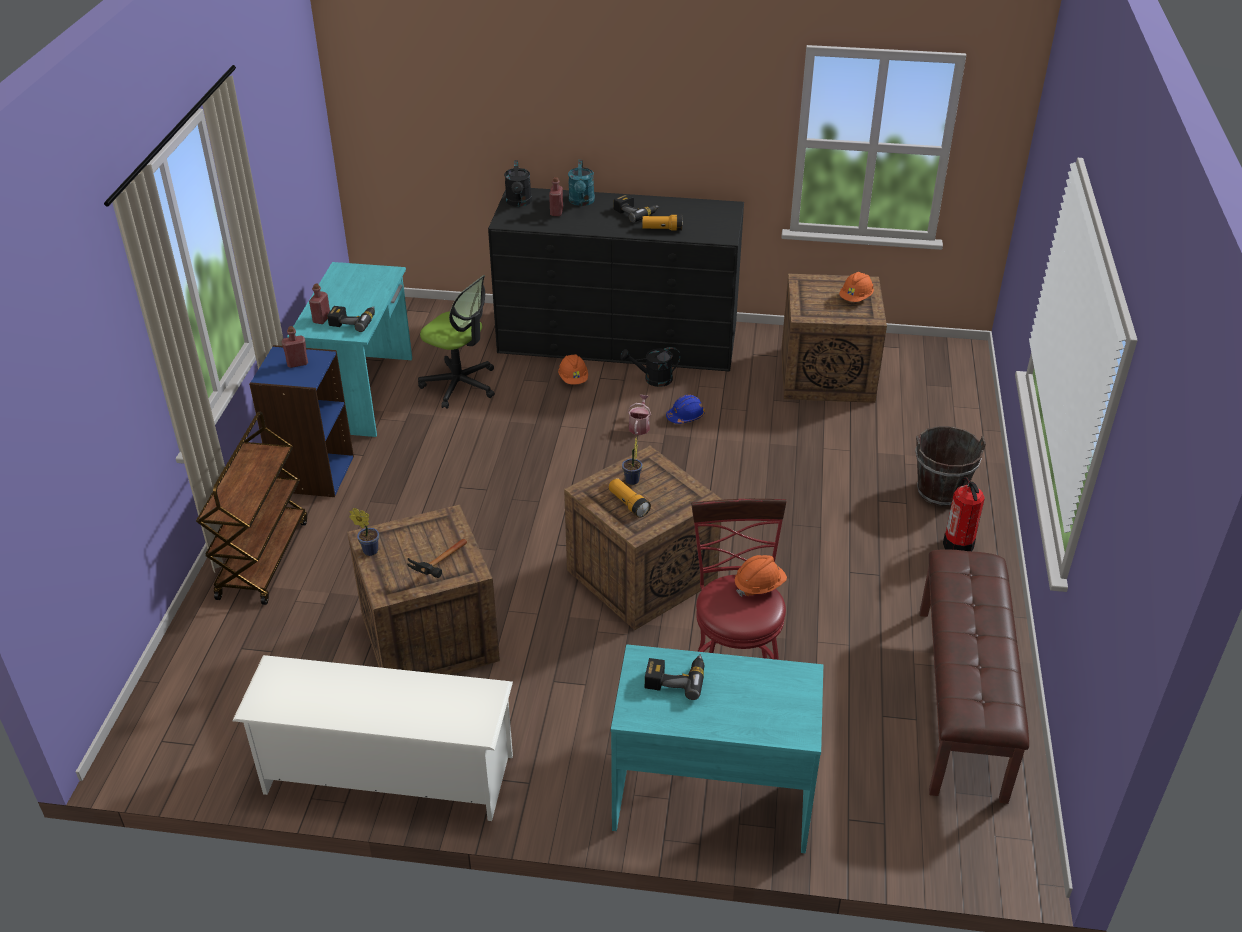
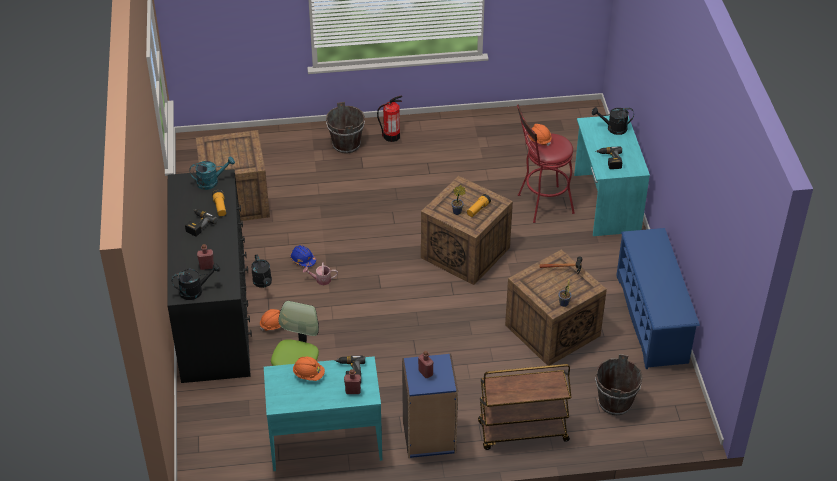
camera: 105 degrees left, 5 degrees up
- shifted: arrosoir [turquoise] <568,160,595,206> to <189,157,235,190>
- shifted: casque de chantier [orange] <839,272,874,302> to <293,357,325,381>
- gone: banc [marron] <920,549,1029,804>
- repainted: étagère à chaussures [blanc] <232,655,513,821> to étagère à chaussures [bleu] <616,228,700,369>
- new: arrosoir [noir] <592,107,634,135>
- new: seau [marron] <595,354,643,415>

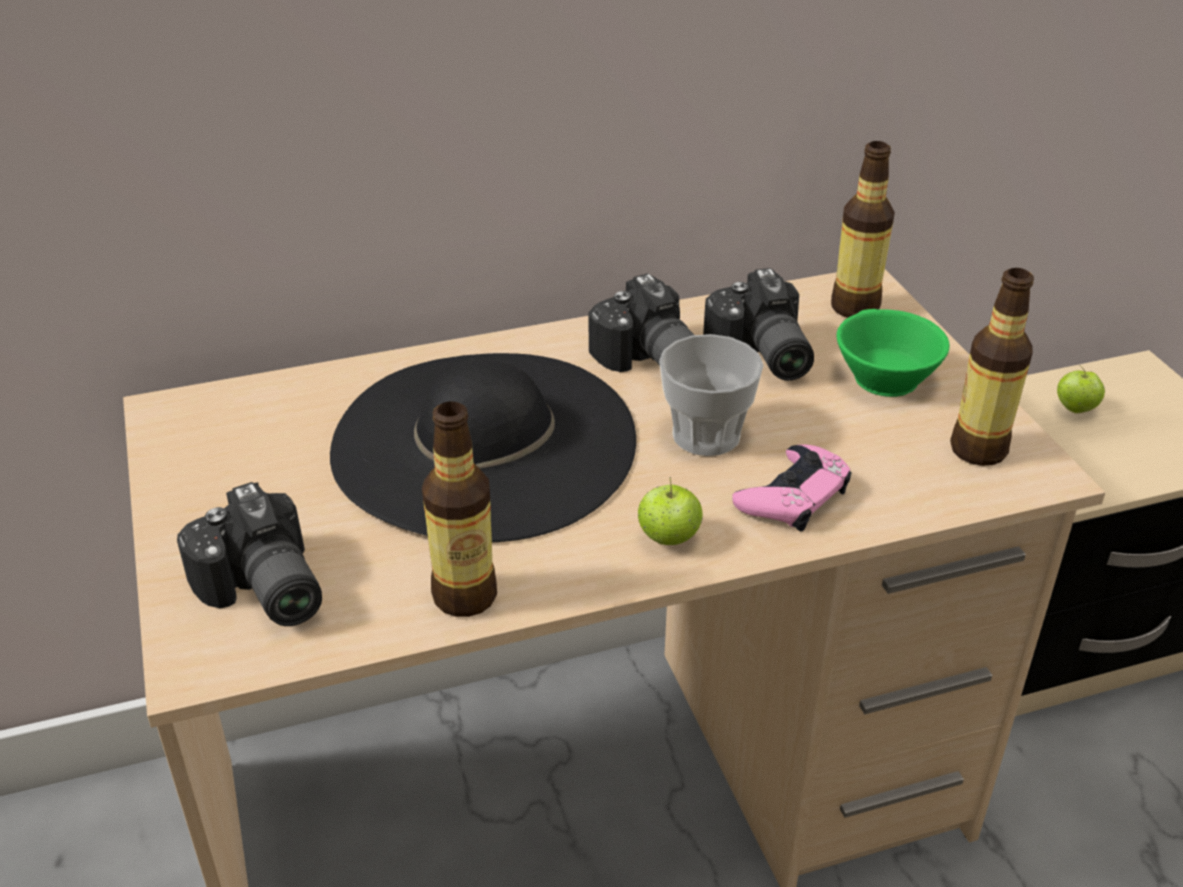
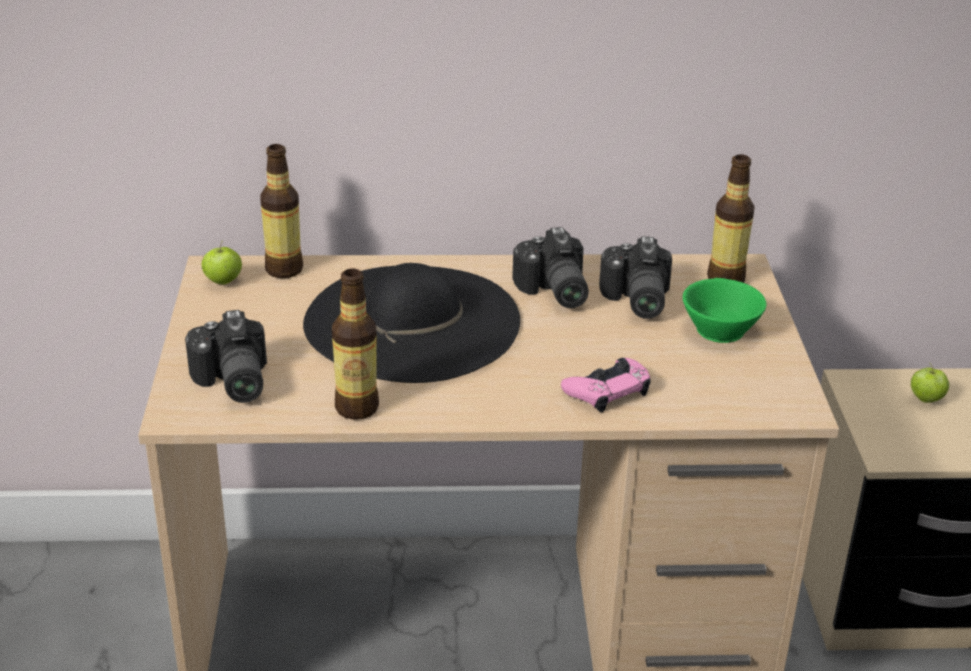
camera: 15 degrees right, 5 degrees down
- shifted: bouteille <950,268,1034,466> to <260,144,303,278>
- gone: tasse <659,334,764,456>
- shifted: pomme <638,477,703,545> to <201,240,242,285>

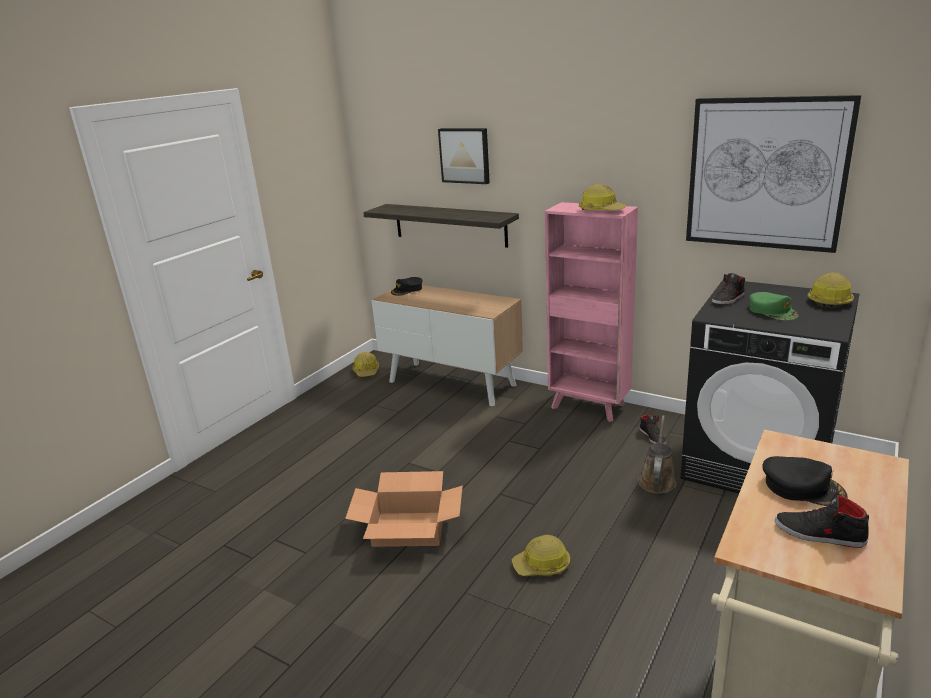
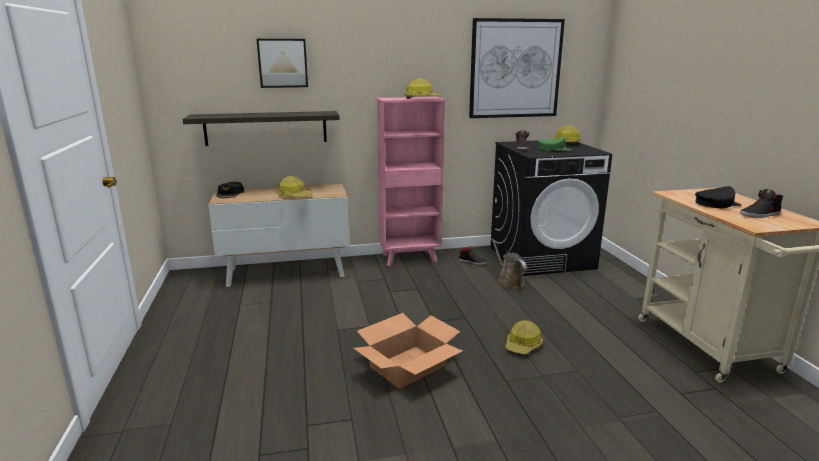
camera: 45 degrees left, 5 degrees down
- shifted: casque de chantier <352,352,379,377> to <277,176,312,197>

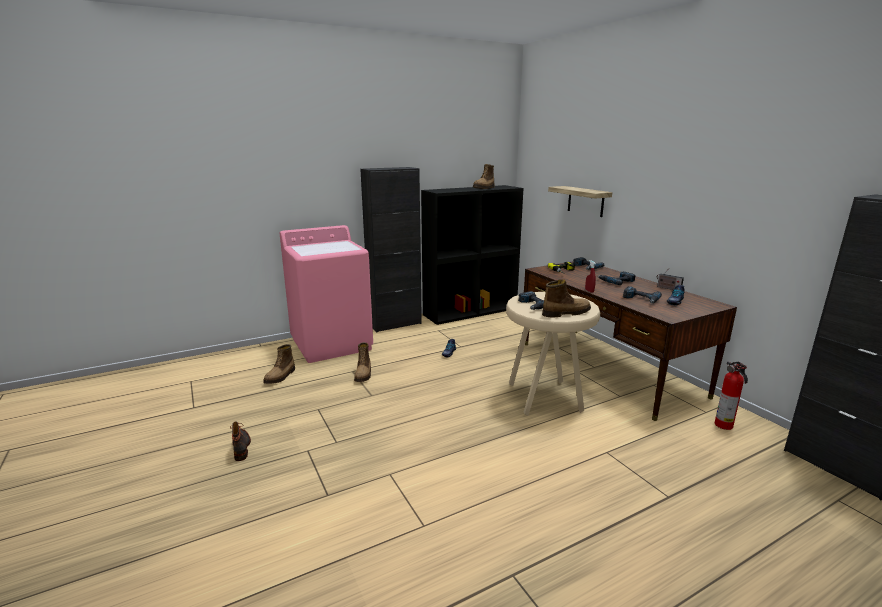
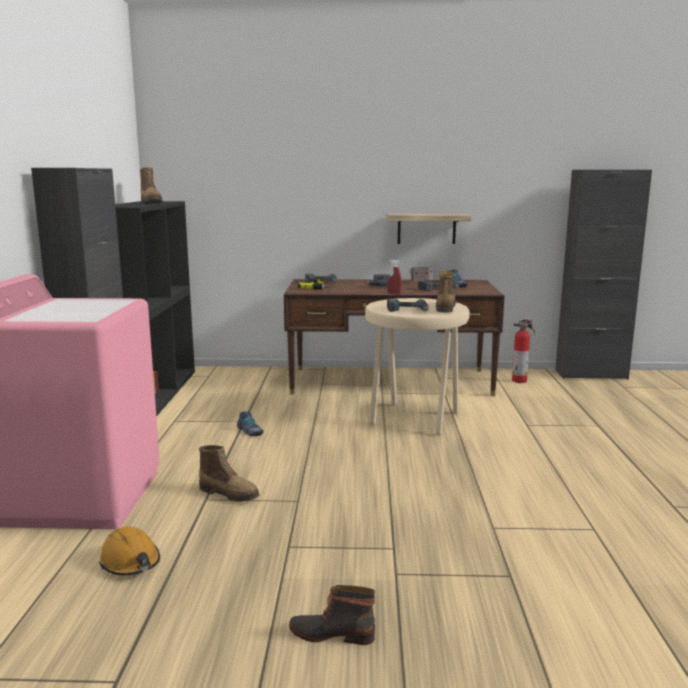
camera: 60 degrees left, 5 degrees down
- shifted: étagère <548,186,612,217> to <387,214,471,244>
- swapped: botte <263,344,295,384> to casque de chantier [orange] <100,527,160,576>

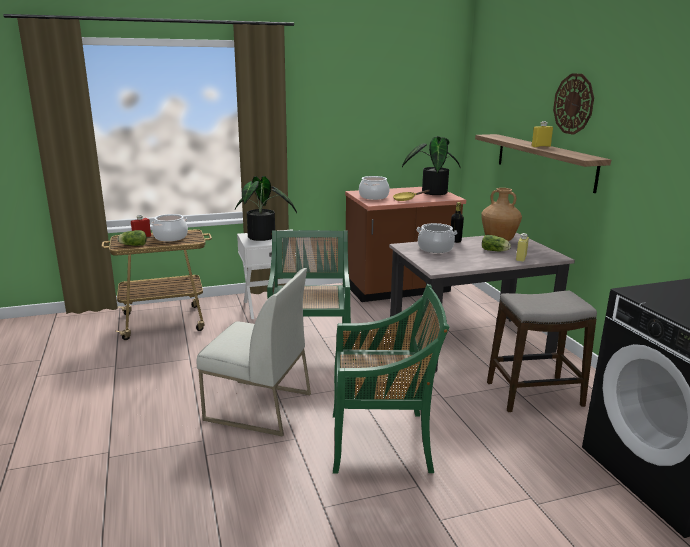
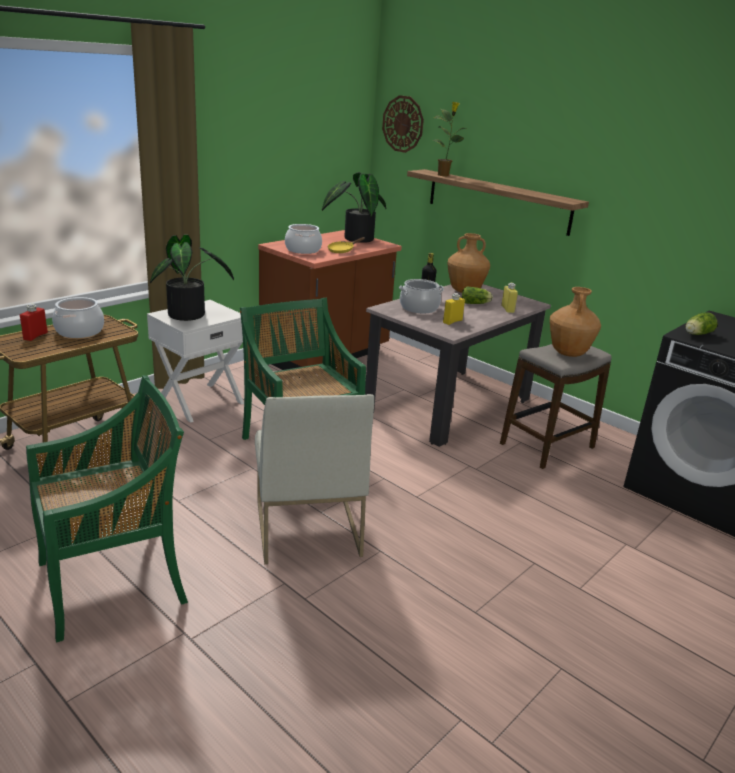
camera: 30 degrees left, 5 degrees up
- shifted: horloge murale <553,73,594,135> to <382,95,424,153>
- shifted: bouteille [jaune] <532,121,553,147> to <443,293,465,325>
- shifted: laitue <117,230,146,246> to <685,312,717,335>
- rotated: chaise [blanc] <197,268,311,437> = <255,394,374,565> 90 degrees clockwise
- shifted: chaise [vert] <333,284,449,474> to <26,375,188,643>
- new: plante en pot <432,102,466,176>
- new: vase [marron] <550,287,601,357>

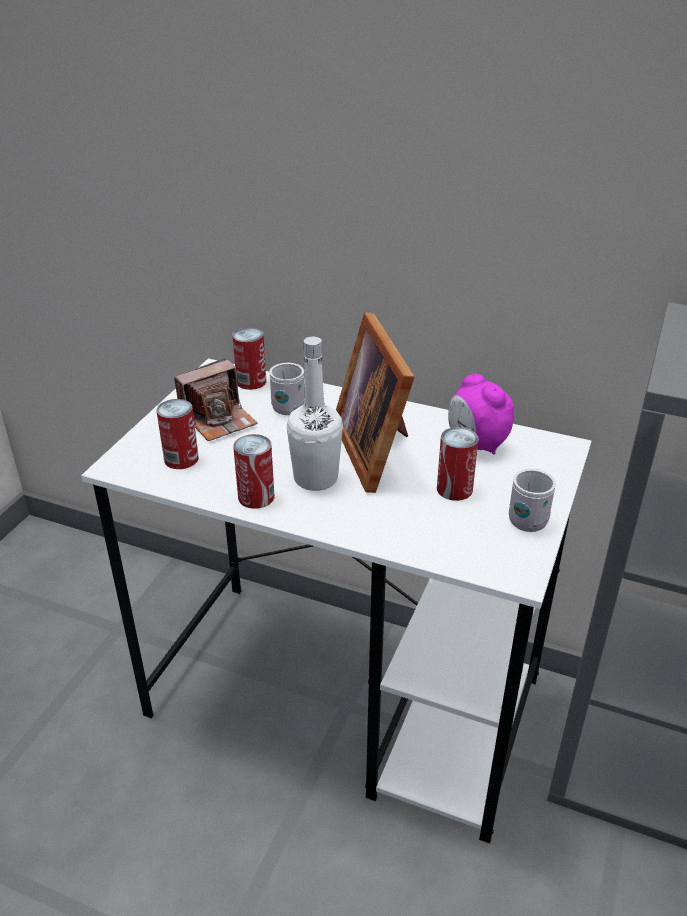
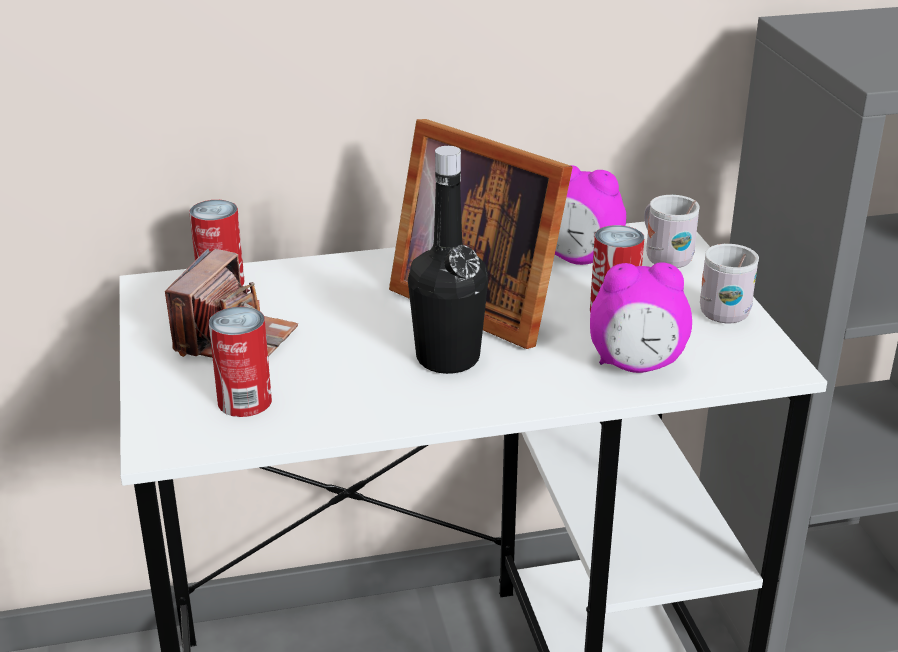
camera: 35 degrees left, 5 degrees down
- repainted: bouteille [blanc] <287,337,343,491> to bouteille [noir] <408,146,488,374>
- shifted: mug [blanc] <269,363,304,415> to <644,195,700,268>
- gone: boîte métallique <233,434,274,509>
- new: réveil <590,262,692,373>

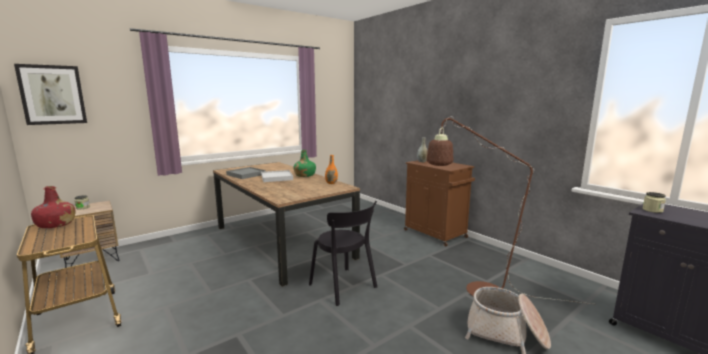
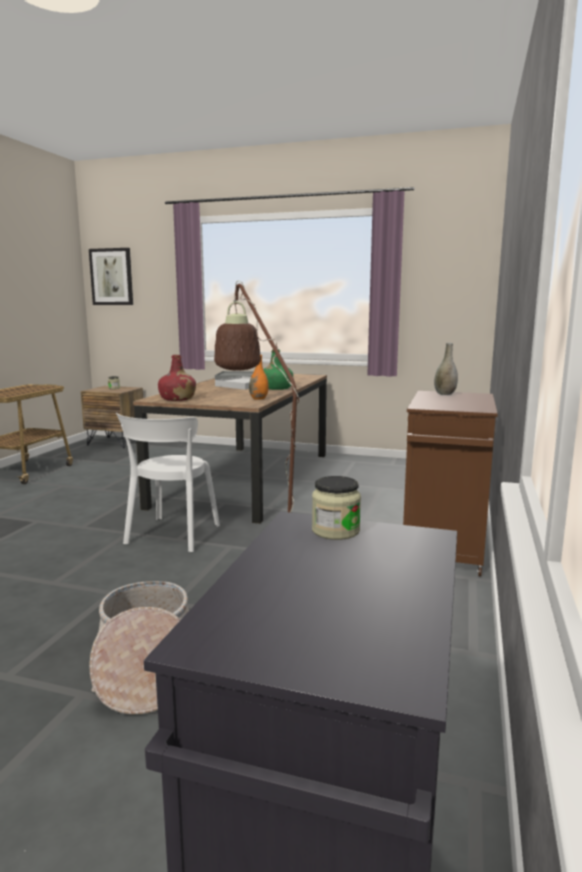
camera: 55 degrees right, 0 degrees up
- shifted: bouteille [rouge] <31,186,75,228> to <158,355,196,401>
- repainted: chaise [noir] <309,201,377,306> to chaise [blanc] <116,413,220,552>

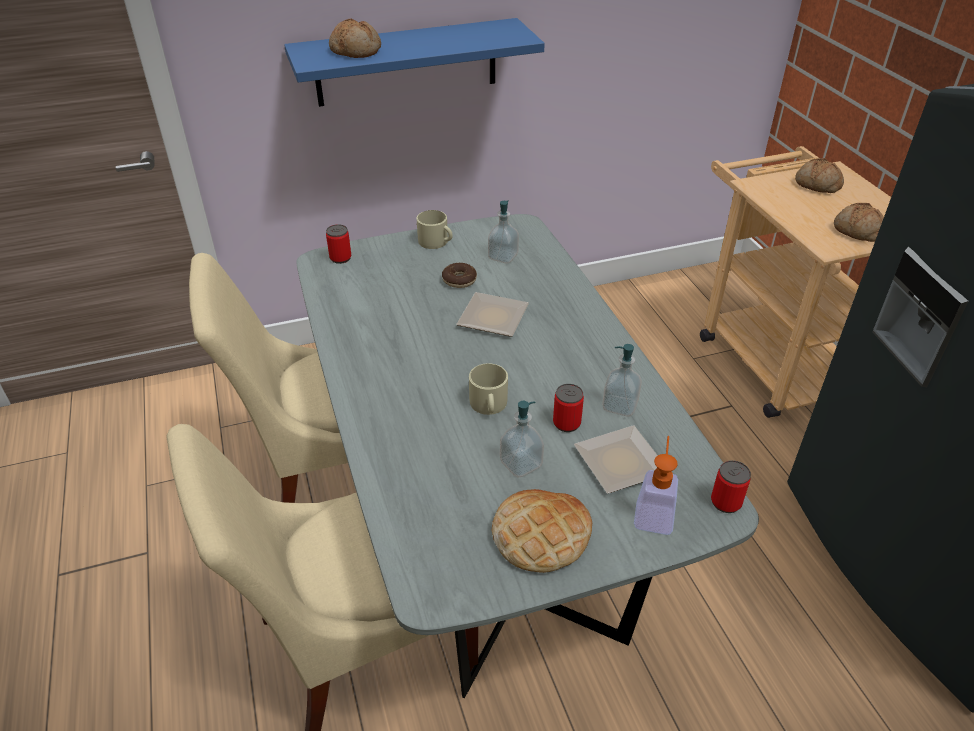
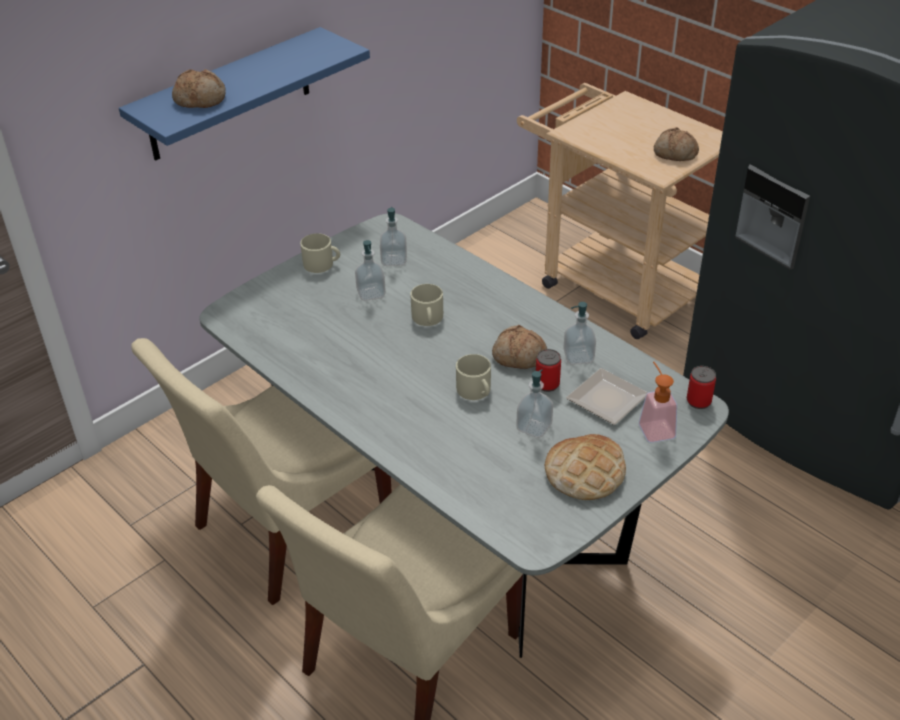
camera: 25 degrees left, 0 degrees up
- shifted: pain <795,158,844,193> to <492,325,547,369>
- gone: boîte métallique <326,224,351,264>
- swapped: beignet <442,263,477,288> to distributeur de savon <355,240,386,301>
- swapped: assiette <457,292,529,337> to mug [beige] <410,284,443,326>

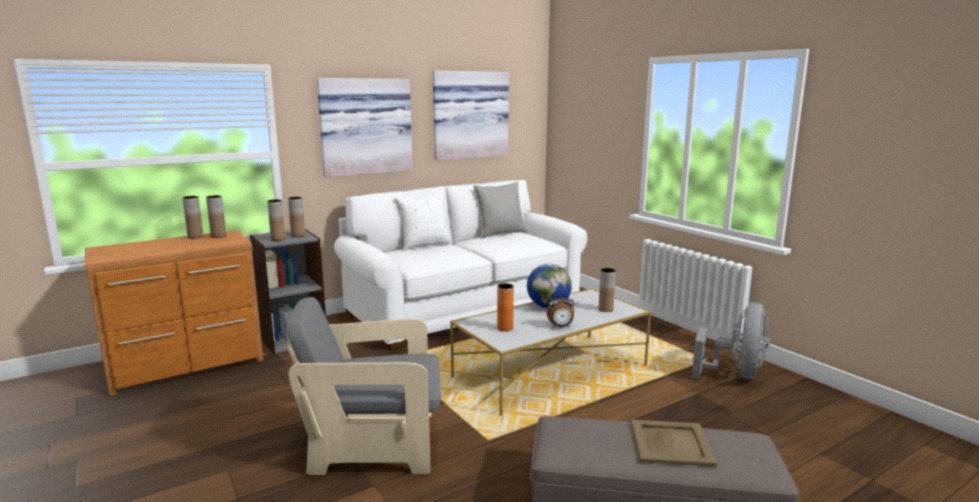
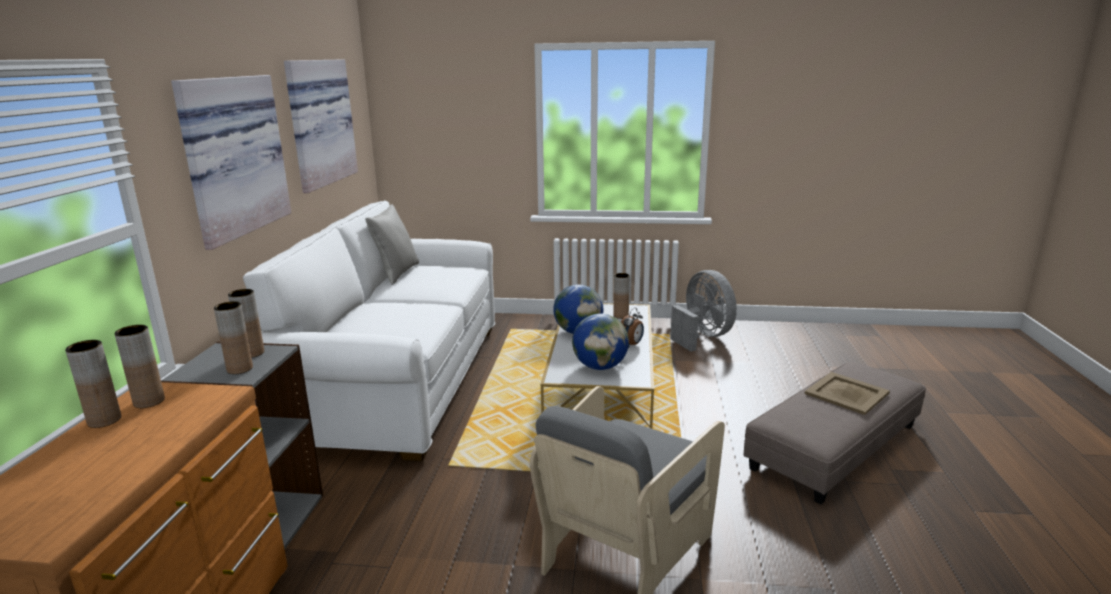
camera: 50 degrees left, 5 degrees up
- gone: coussin [blanc] <394,193,452,251>
- swapped: vase [orange] <497,284,514,332> to globe <572,314,629,370>

